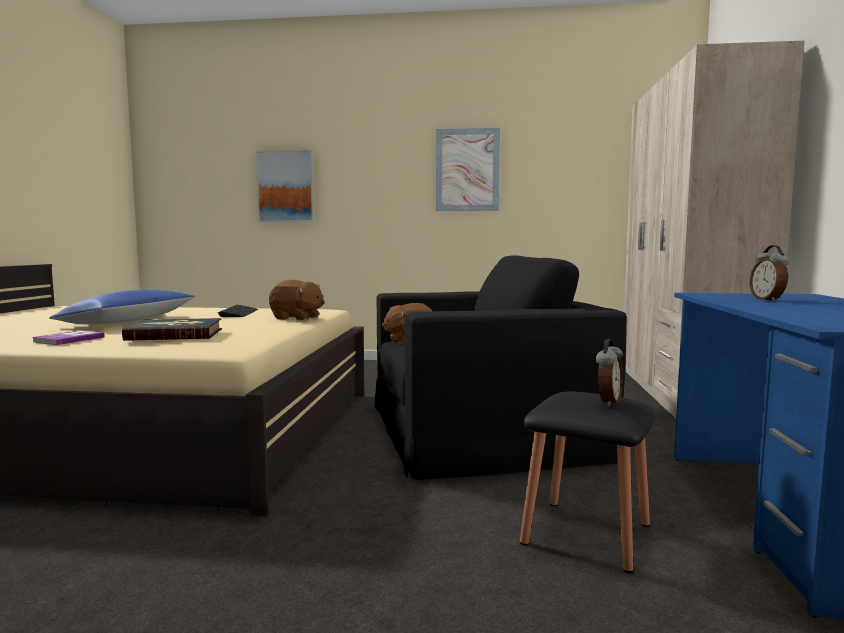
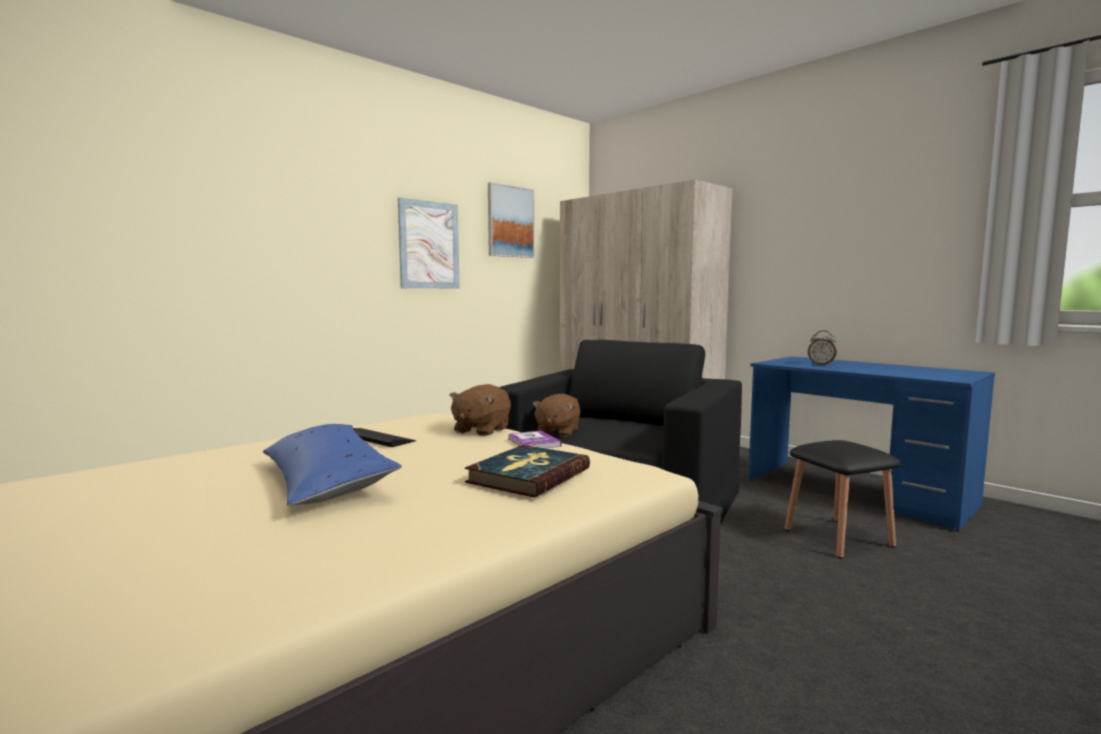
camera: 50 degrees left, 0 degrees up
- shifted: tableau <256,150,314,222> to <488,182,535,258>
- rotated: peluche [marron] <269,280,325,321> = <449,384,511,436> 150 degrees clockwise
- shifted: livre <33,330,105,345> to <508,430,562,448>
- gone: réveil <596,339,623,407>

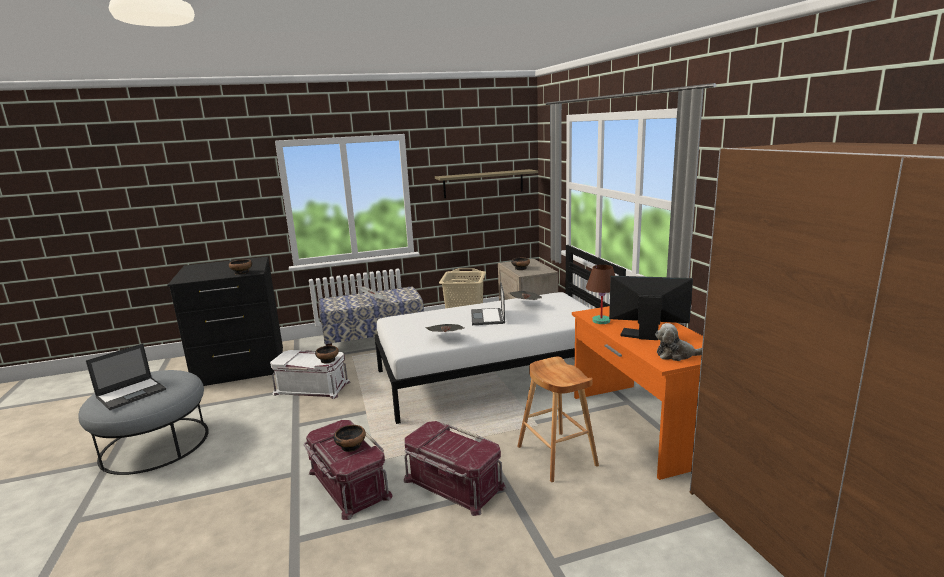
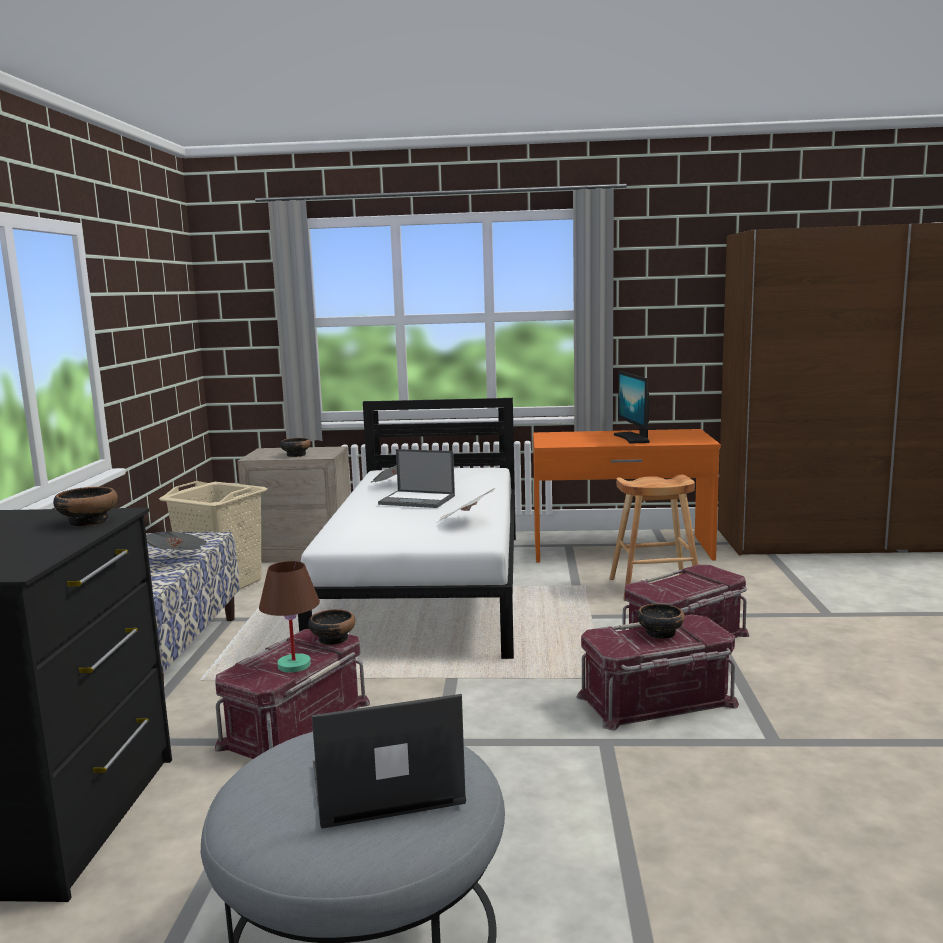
camera: 70 degrees left, 5 degrees down
- gone: étagère <435,169,538,198>
- shifted: lampe de table [marron] <586,265,615,324> to <259,561,320,673>
- rotated: écran d'ordinateur <609,276,693,340> = <614,371,649,444> 45 degrees counterclockwise
- gone: peluche <655,323,702,361>
- rotated: ordinateur portable <86,344,166,410> = <312,694,466,829> 75 degrees counterclockwise
- repainted: boîte de rangement [blanc] <270,350,351,399> to boîte de rangement [rouge] <215,629,370,759>

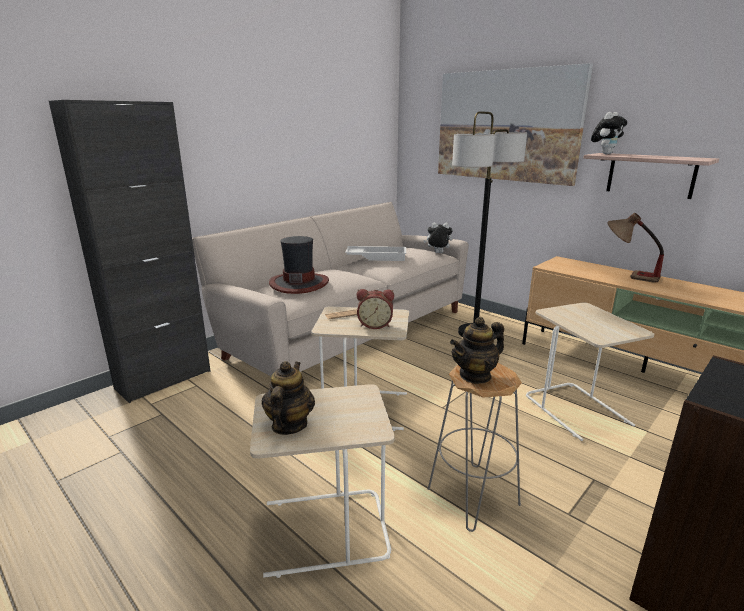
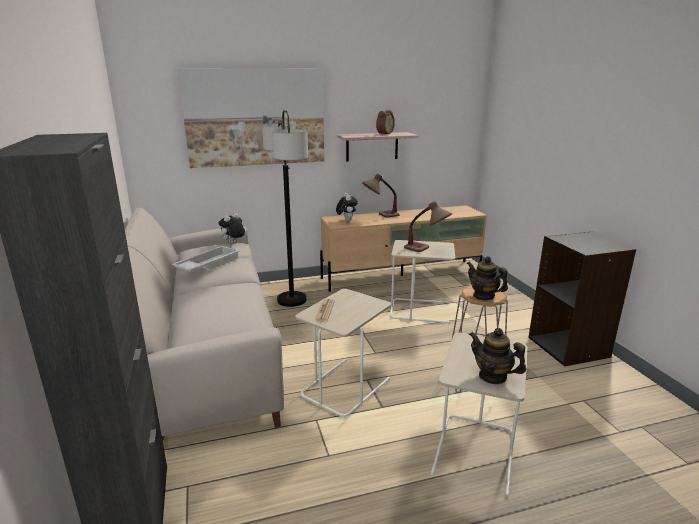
camera: 60 degrees left, 0 degrees up
- shifted: peluche <591,112,627,154> to <336,193,358,222>
- gone: chapeau <269,236,329,294>
- shifted: réveil <357,289,394,329> to <376,110,395,135>
- rotated: théière <450,317,504,384> = <467,256,508,300> 135 degrees clockwise
- new: lampe de table <404,201,452,252>

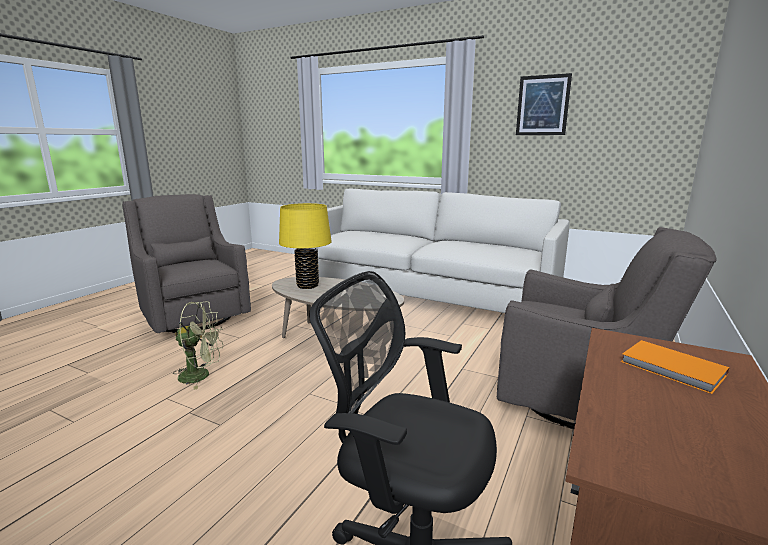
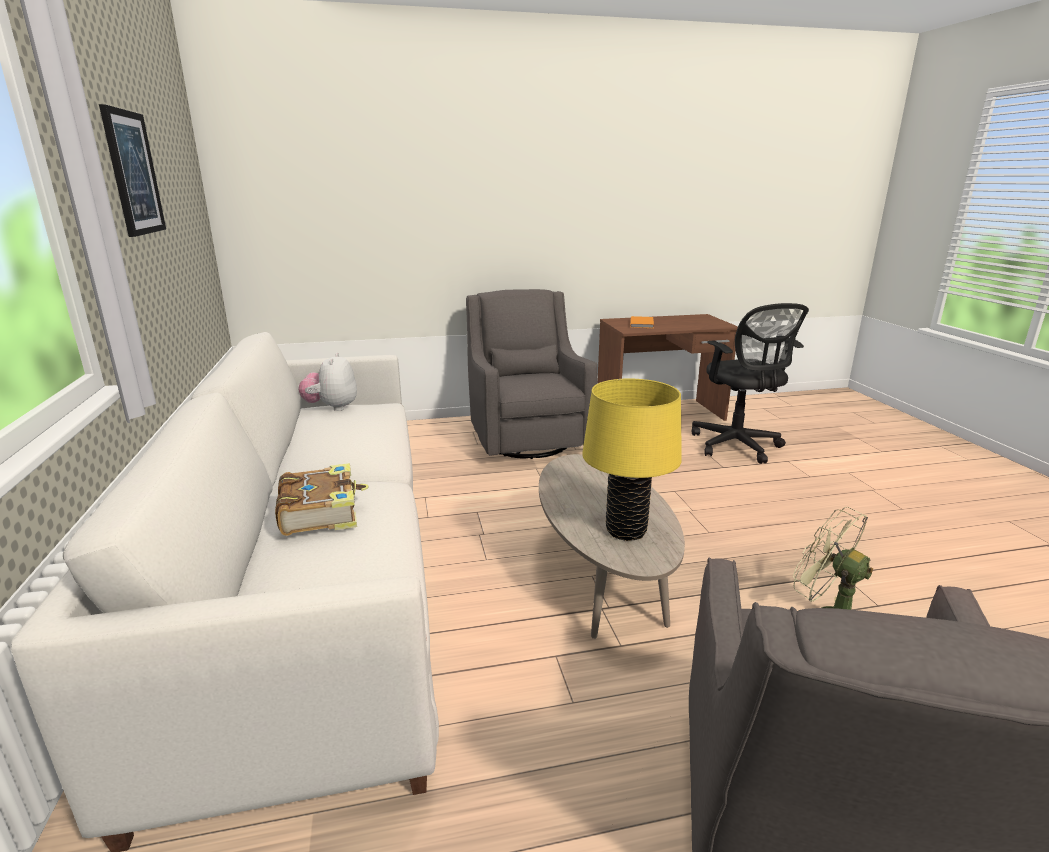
camera: 130 degrees left, 5 degrees up
- new: peluche <298,352,357,411>
- new: livre <275,463,369,536>

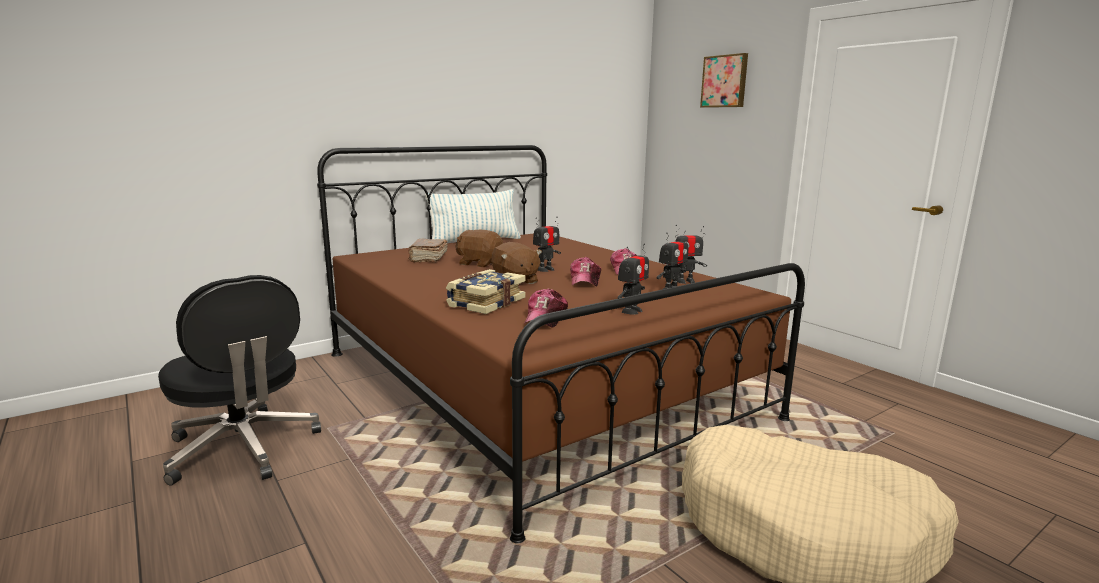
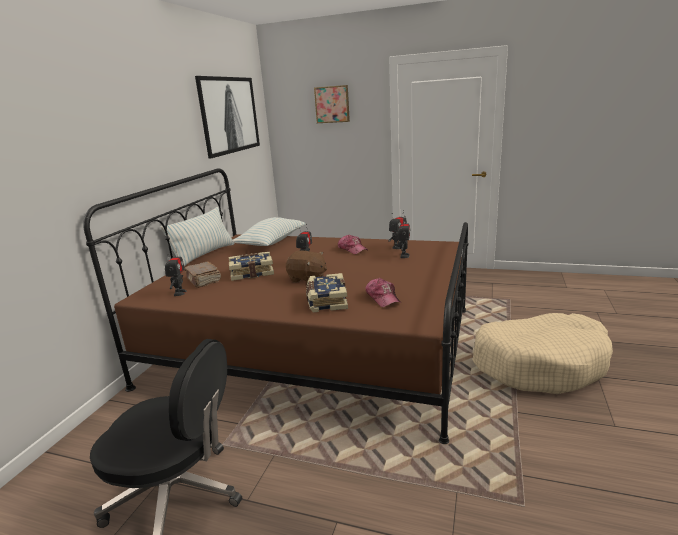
camera: 35 degrees left, 5 degrees up
- swapped: peluche [marron] <455,230,503,267> to livre <229,252,274,281>
- shifted: robot jouet <618,243,649,315> to <165,248,187,296>
- gone: casquette <570,257,601,286>
- new: tableau <195,76,260,159>
- new: coussin <232,217,305,246>

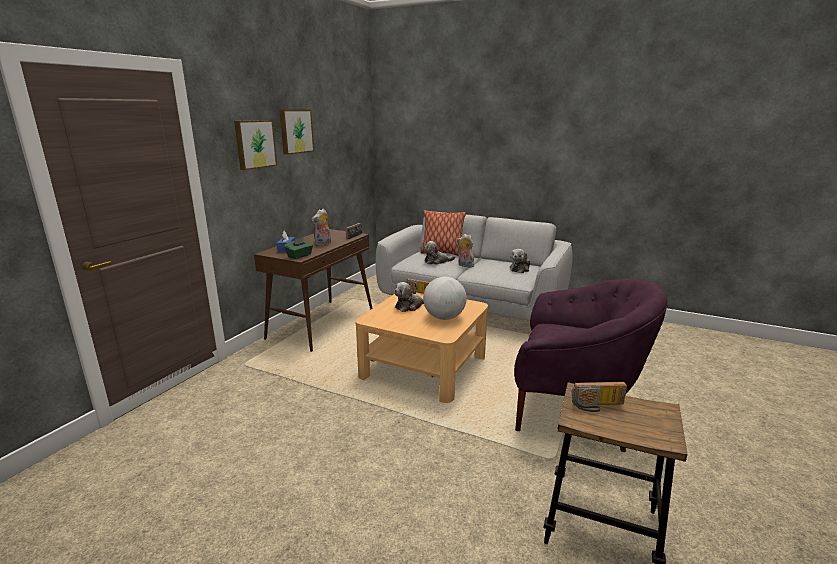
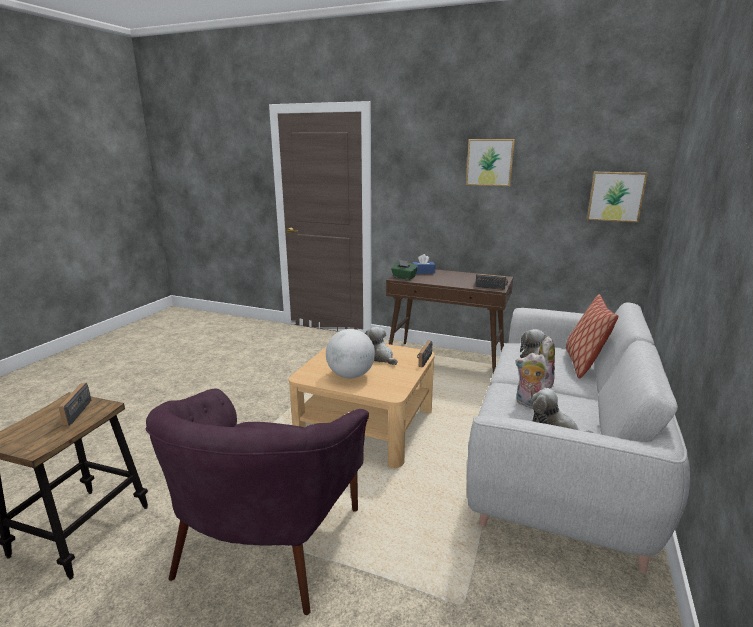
camera: 85 degrees right, 0 degrees up
- shifted: tableau <234,120,277,170> to <587,172,648,223>
- shifted: peluche <312,209,331,246> to <515,353,548,409>

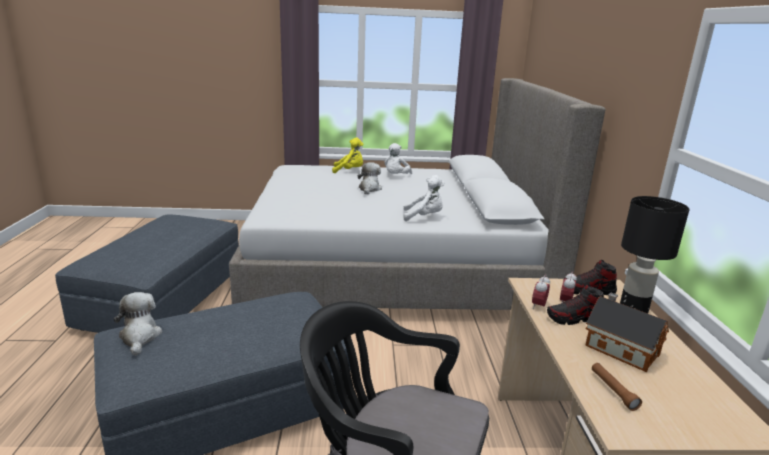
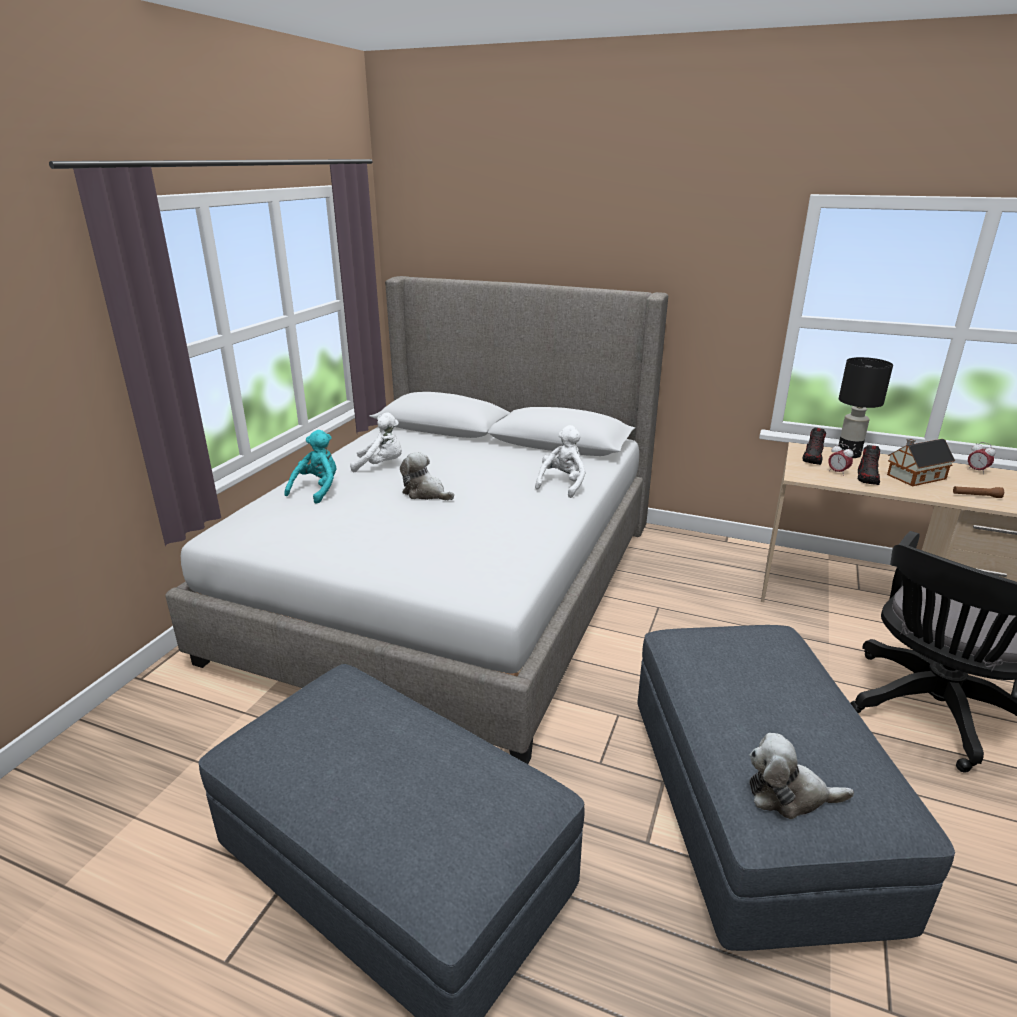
camera: 65 degrees left, 5 degrees up
- repainted: peluche [jaune] <332,137,363,173> to peluche [turquoise] <284,430,336,504>
- rotated: peluche [blanc] <384,143,412,174> = <350,412,402,472> 45 degrees counterclockwise
- shifted: réveil <532,274,550,309> to <968,442,996,474>

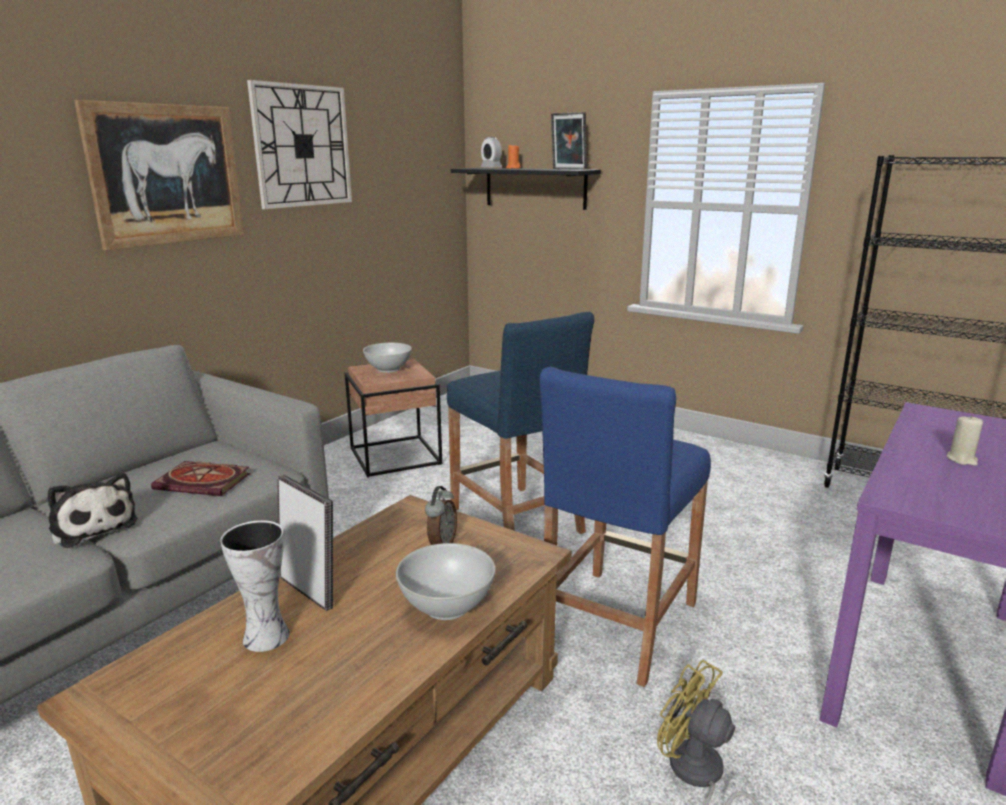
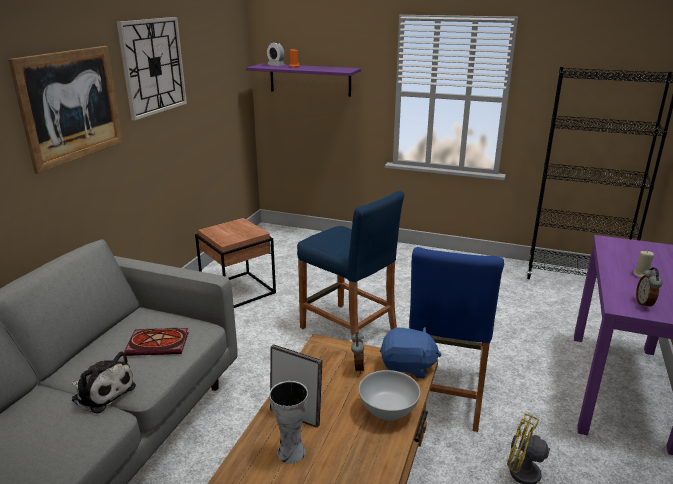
camera: 15 degrees left, 5 degrees up
- gone: cadre photo <551,112,587,170>
- repainted: étagère [noir] <451,168,601,210> to étagère [violet] <246,63,361,97>
- gone: bol [blanc] <363,343,412,373>
- new: réveil <636,268,662,309>
- new: peluche [bleu] <380,327,442,378>

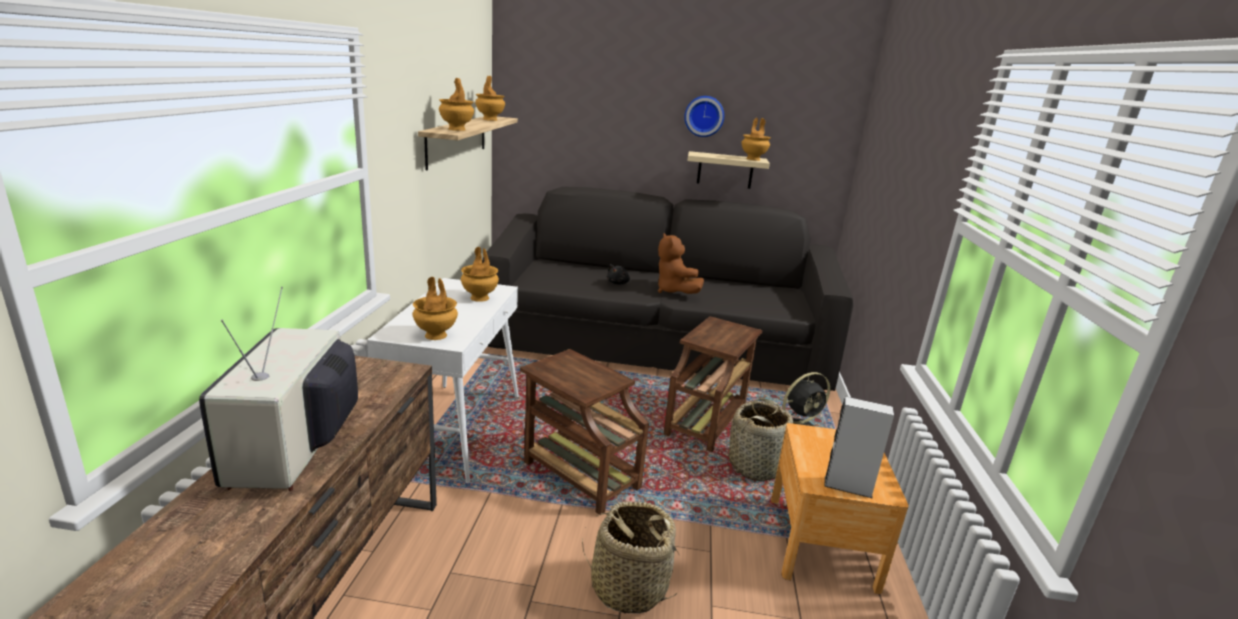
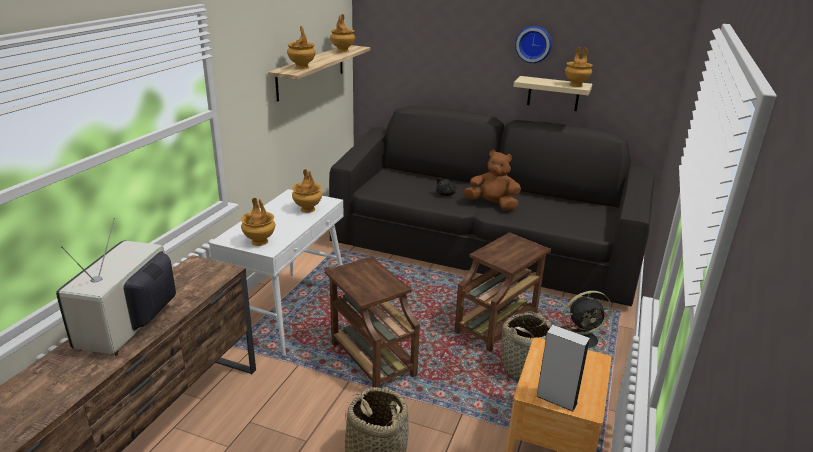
camera: 15 degrees right, 5 degrees up
- rotated: peluche [marron] <658,233,704,294> = <464,150,521,211> 120 degrees clockwise

